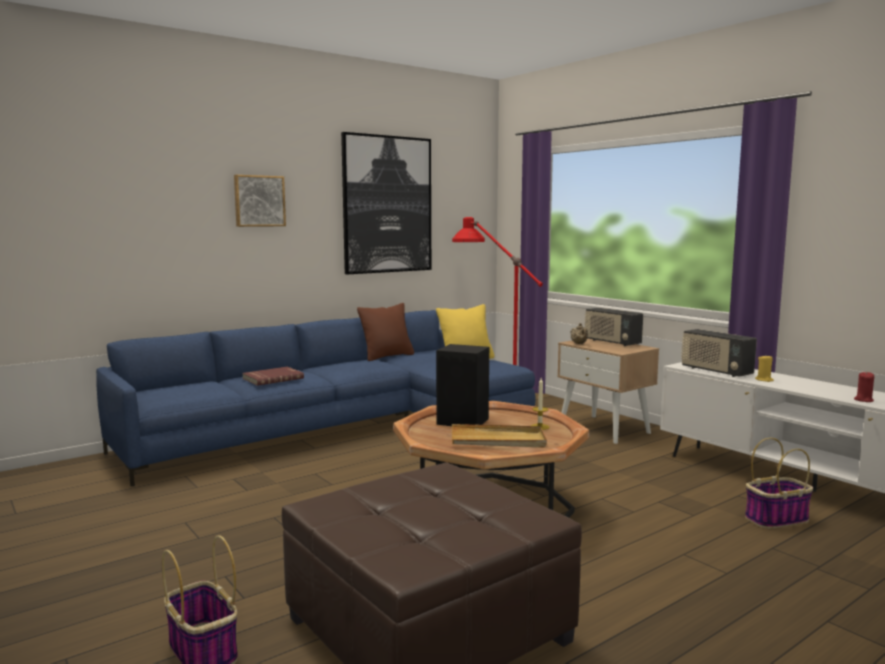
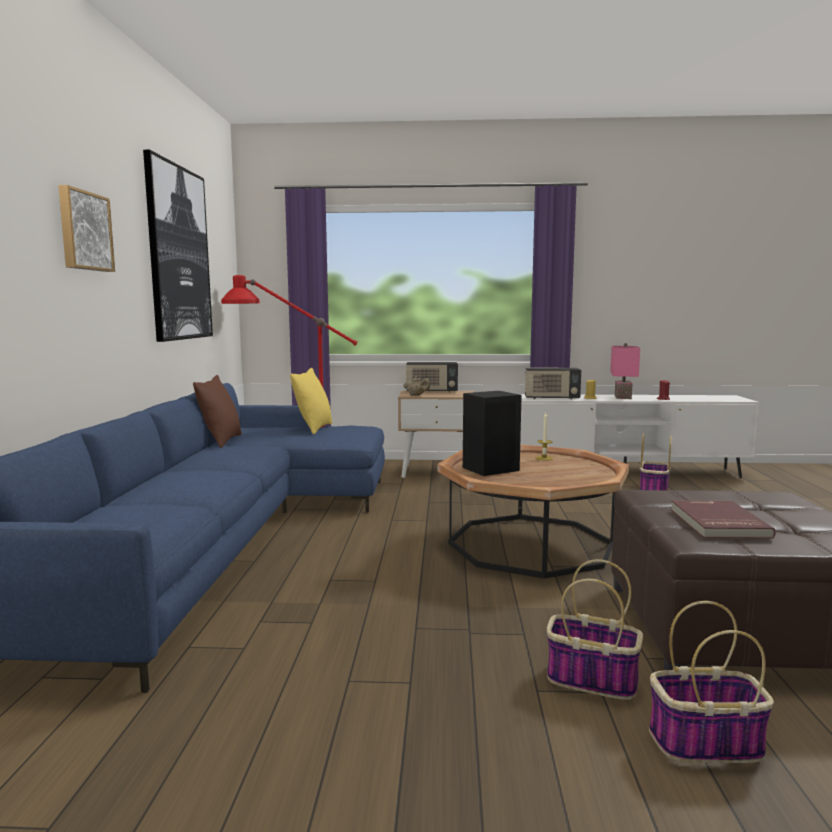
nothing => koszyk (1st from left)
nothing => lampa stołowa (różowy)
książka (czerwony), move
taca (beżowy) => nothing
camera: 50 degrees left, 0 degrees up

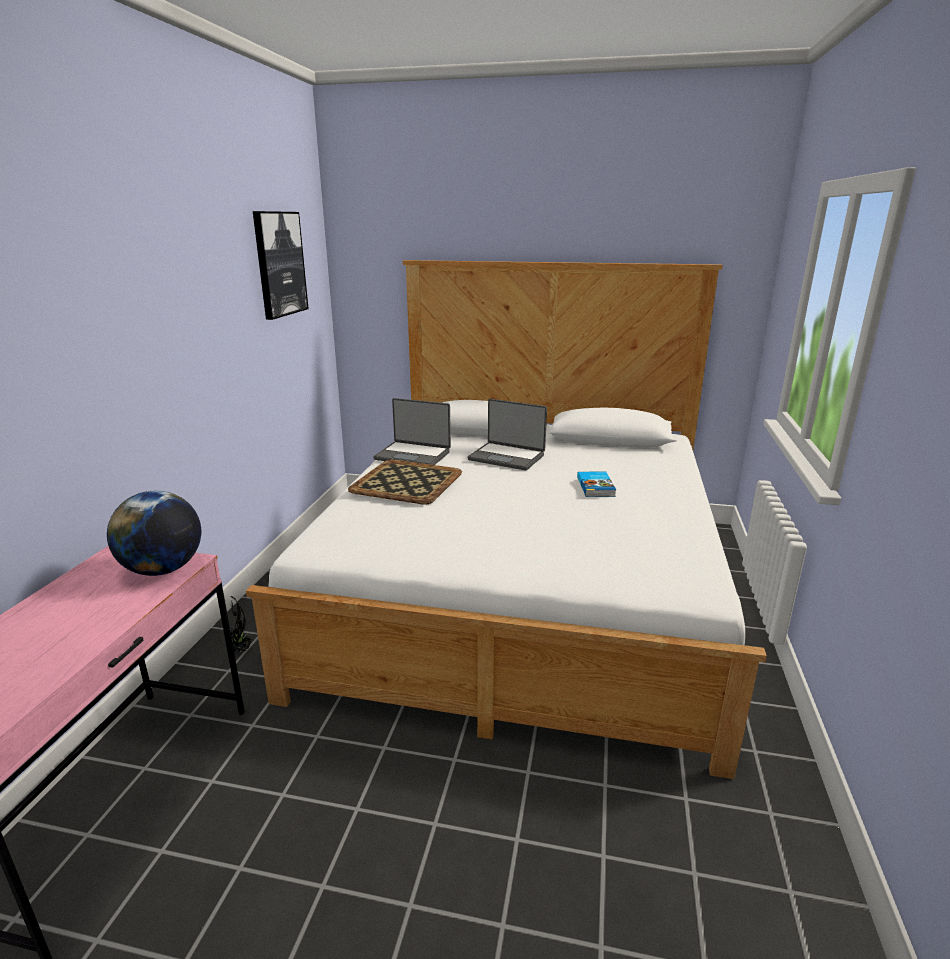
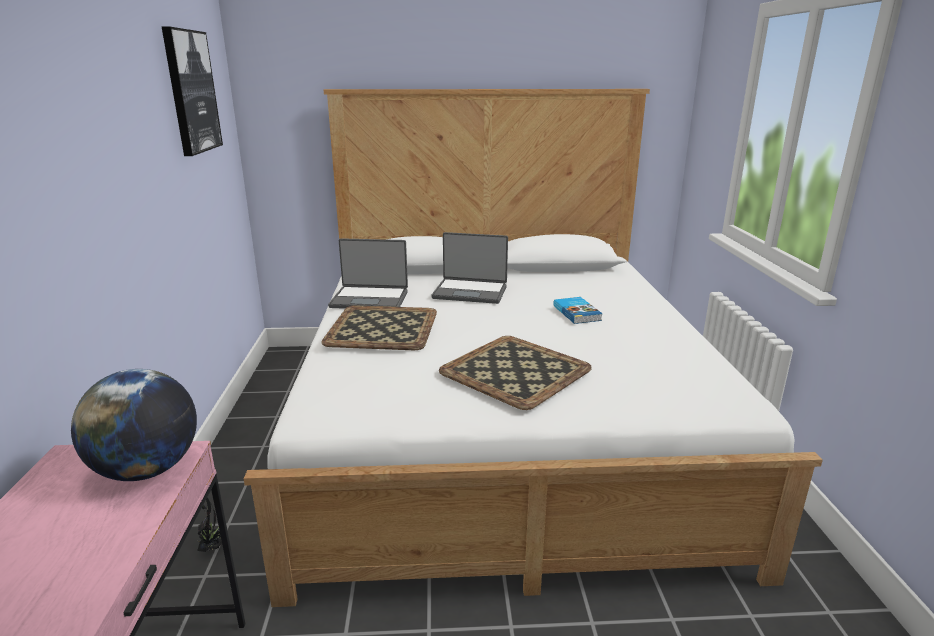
nothing => taca (2nd from left)
camera: 15 degrees left, 0 degrees up

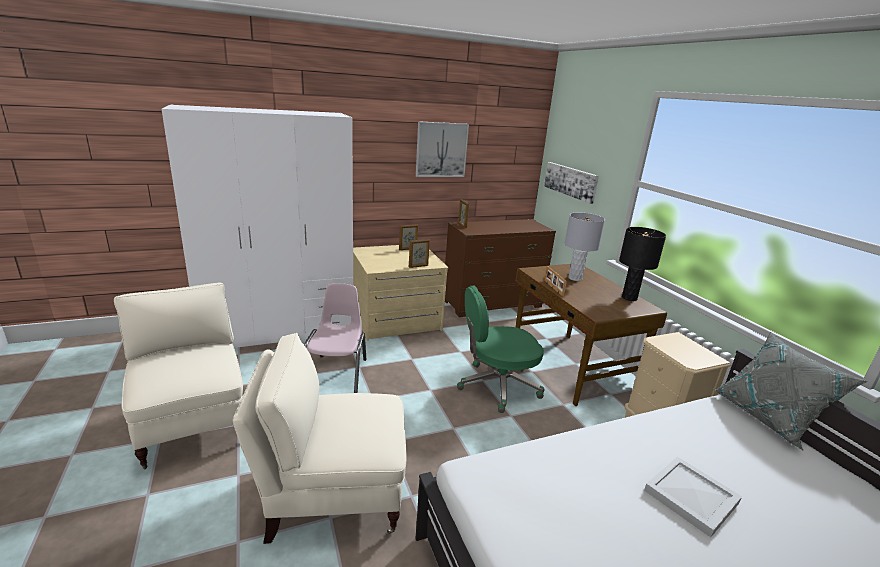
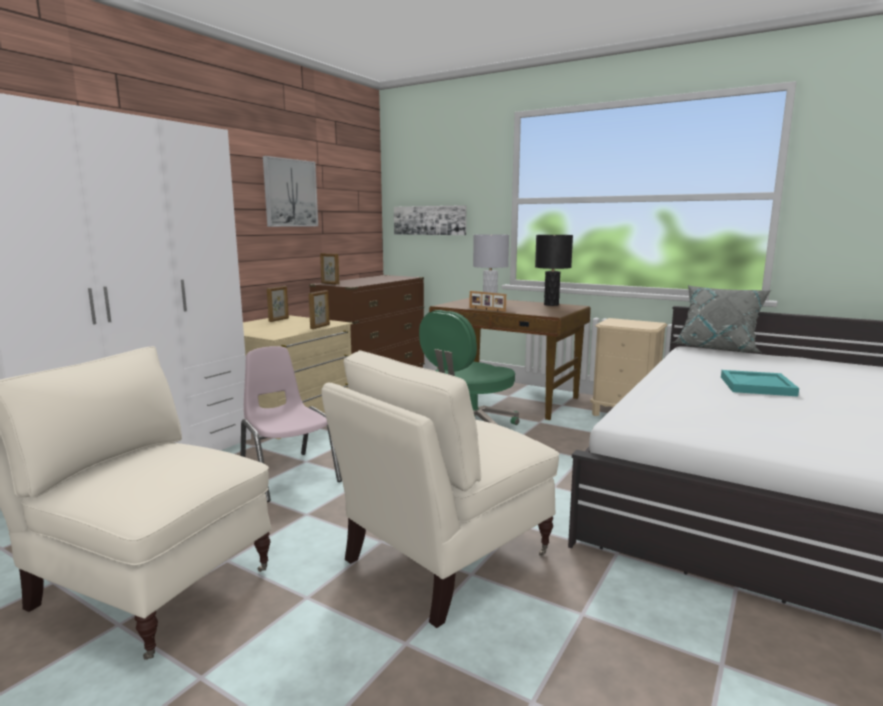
taca (biały) => taca (turkusowy)
camera: 35 degrees left, 10 degrees down

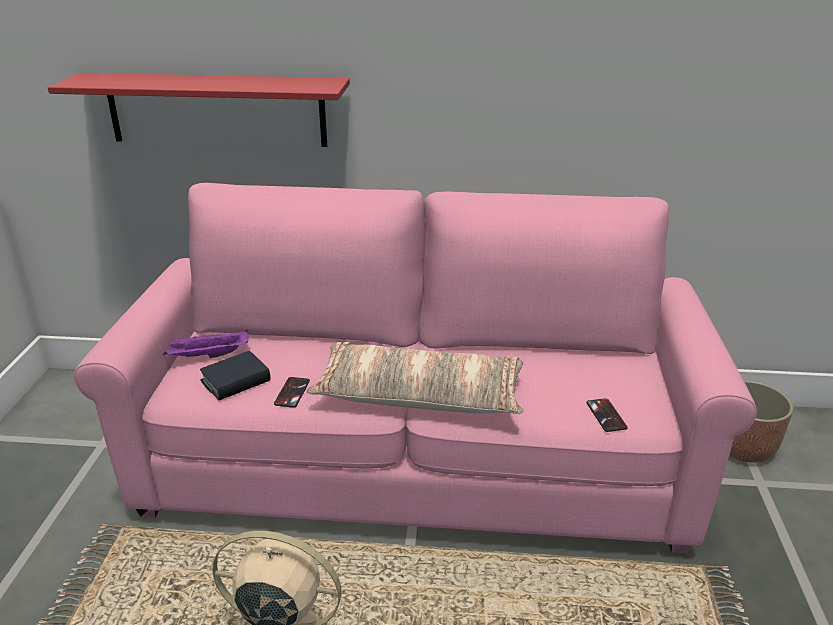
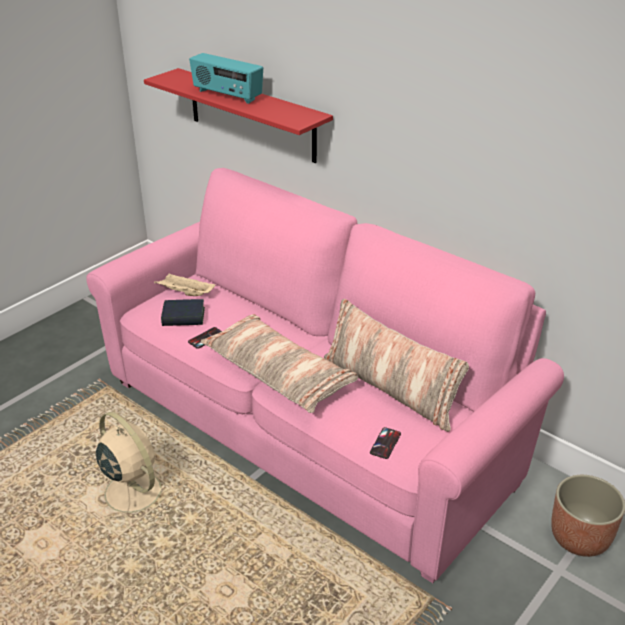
taca (fioletowy) => taca (beżowy)
nothing => radio
nothing => poduszka (2nd from left)
camera: 35 degrees right, 5 degrees up

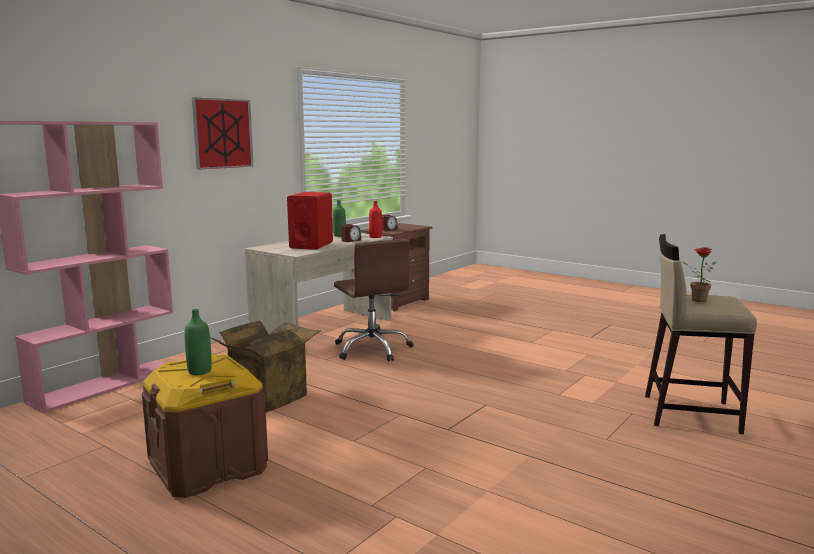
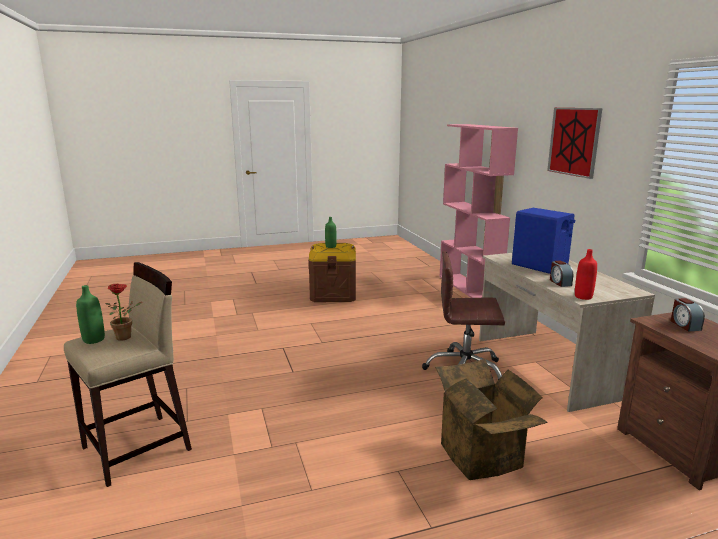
butelka (zielony) (2nd from left in the first image) => butelka (zielony) (1st from left), move
karton, move
głośnik (czerwony) => głośnik (niebieski)
camera: 125 degrees right, 5 degrees up

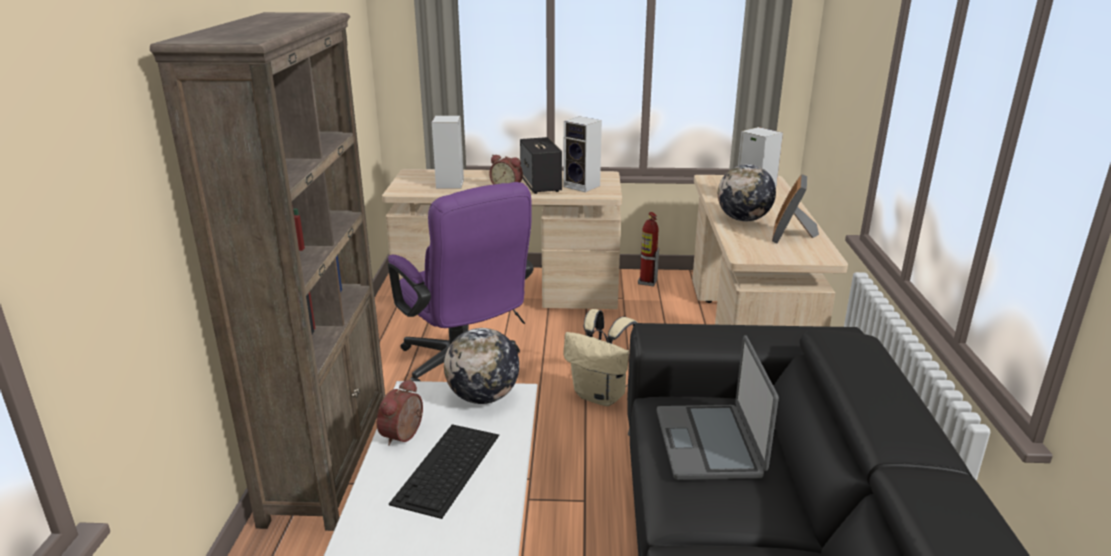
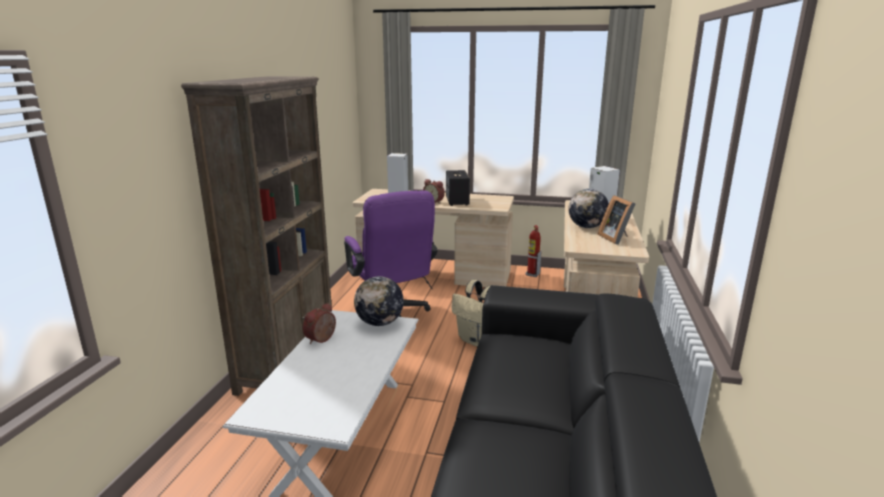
ramka na zdjęcie, 45 degrees counterclockwise
klawiatura => nothing
głośnik (3rd from left) => nothing
laptop => nothing
camera: 10 degrees right, 5 degrees down

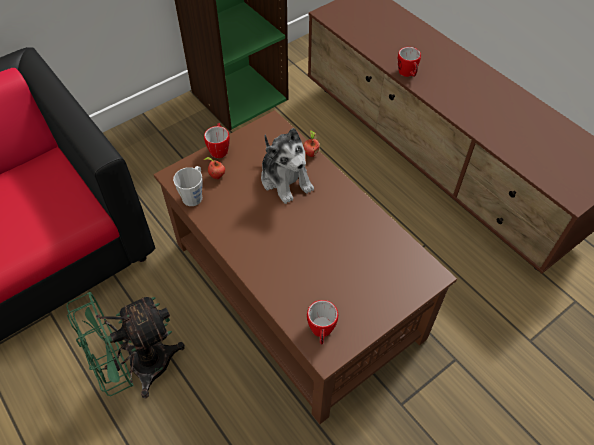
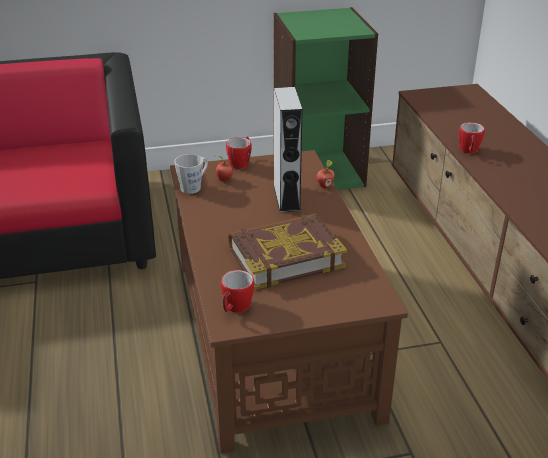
nothing => książka
pluszak => głośnik (szary)
wentylator (zielony) => nothing
camera: 25 degrees right, 20 degrees down

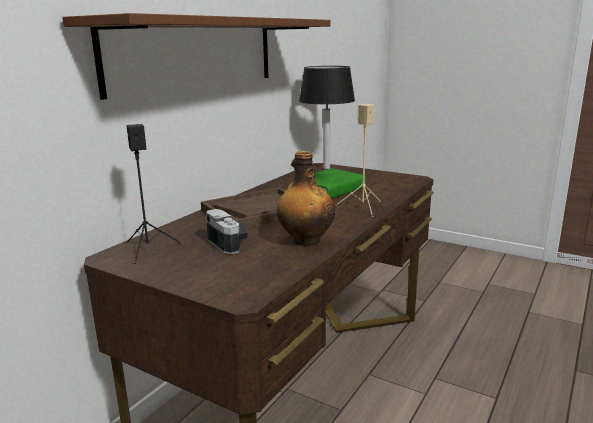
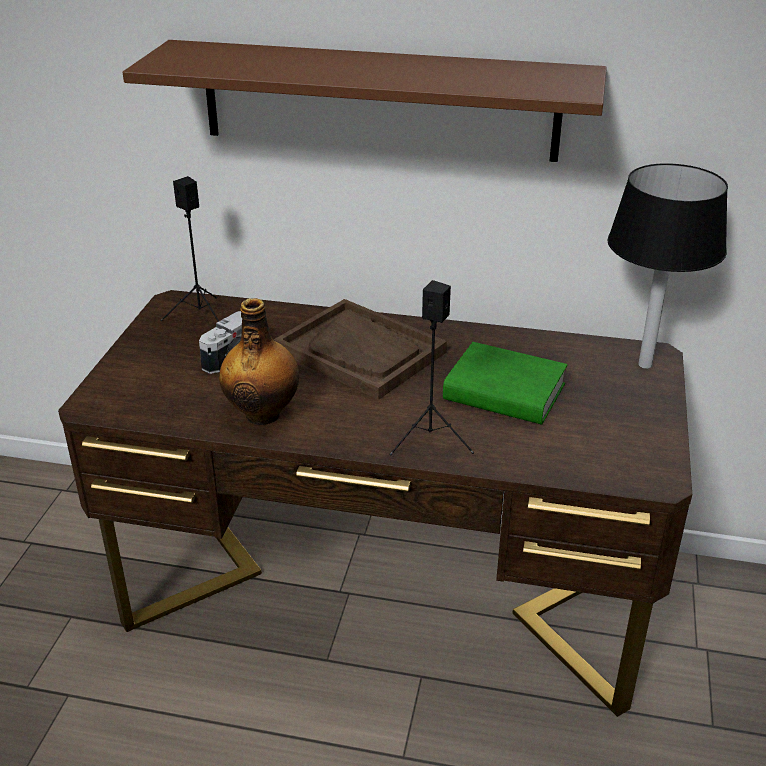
głośnik (beżowy) => głośnik (czarny) (2nd from left)
camera: 70 degrees right, 15 degrees up

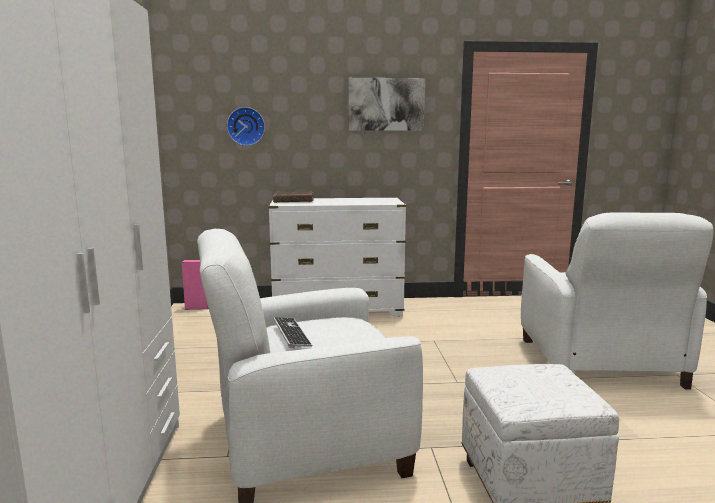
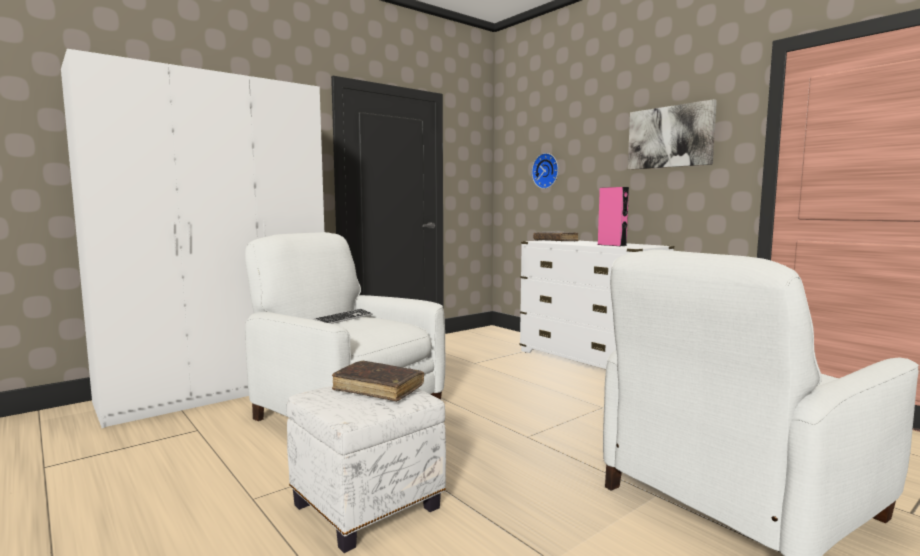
nothing => książka (brązowy) (1st from left)
głośnik (różowy), move
camera: 55 degrees right, 5 degrees down

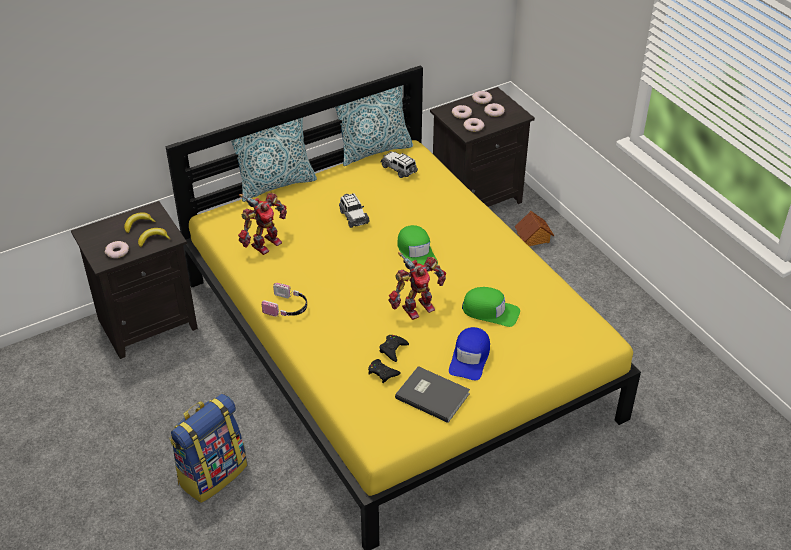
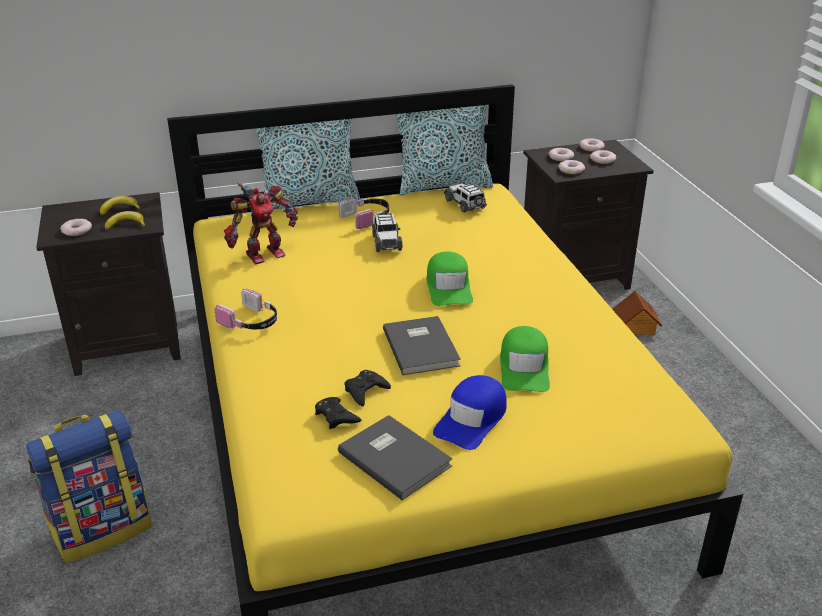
nothing => słuchawki (2nd from left)
robot zabawkowy (2nd from left) => książka (szary) (2nd from left)
czapka z daszkiem (zielony) (2nd from left), 60 degrees clockwise
camera: 15 degrees right, 10 degrees down

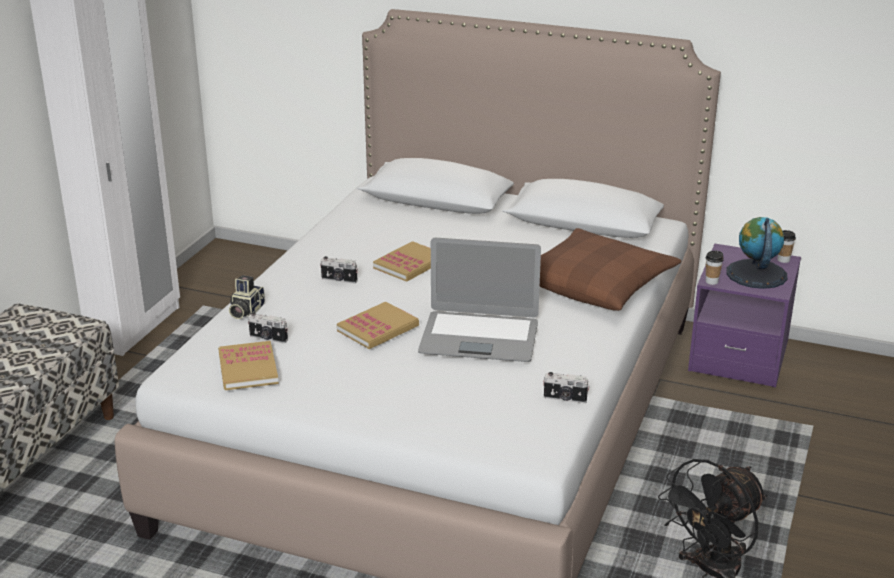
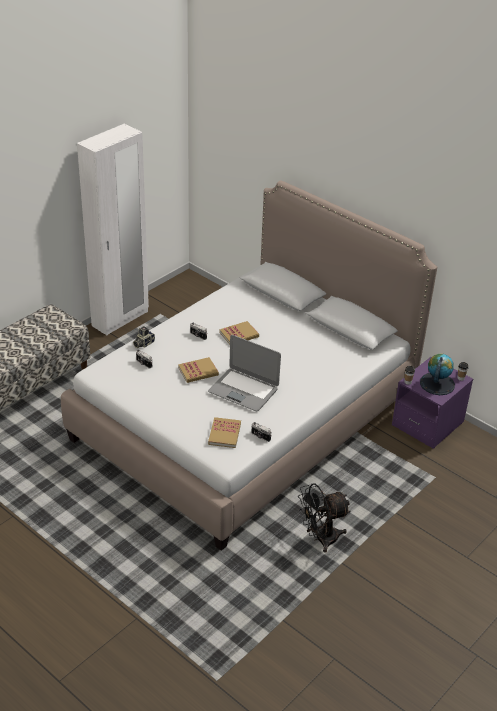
książka (1st from left in the first image) => książka (2nd from left), move
poduszka (brązowy) => nothing
camera: 20 degrees right, 10 degrees up

